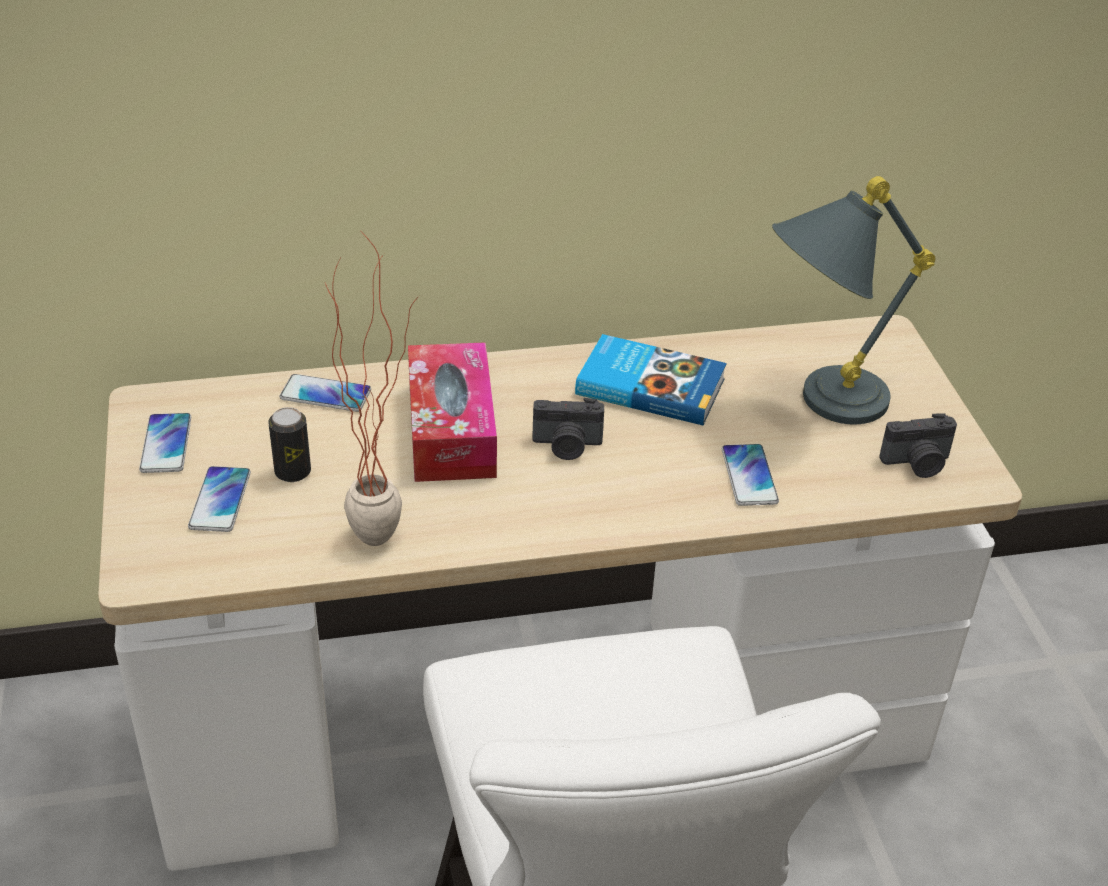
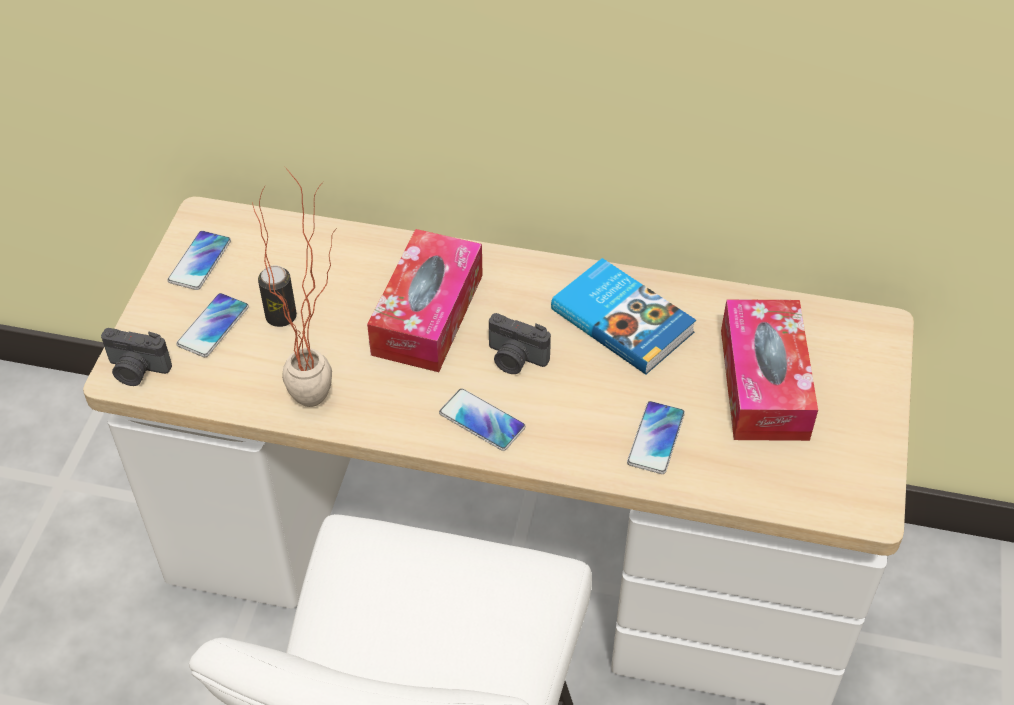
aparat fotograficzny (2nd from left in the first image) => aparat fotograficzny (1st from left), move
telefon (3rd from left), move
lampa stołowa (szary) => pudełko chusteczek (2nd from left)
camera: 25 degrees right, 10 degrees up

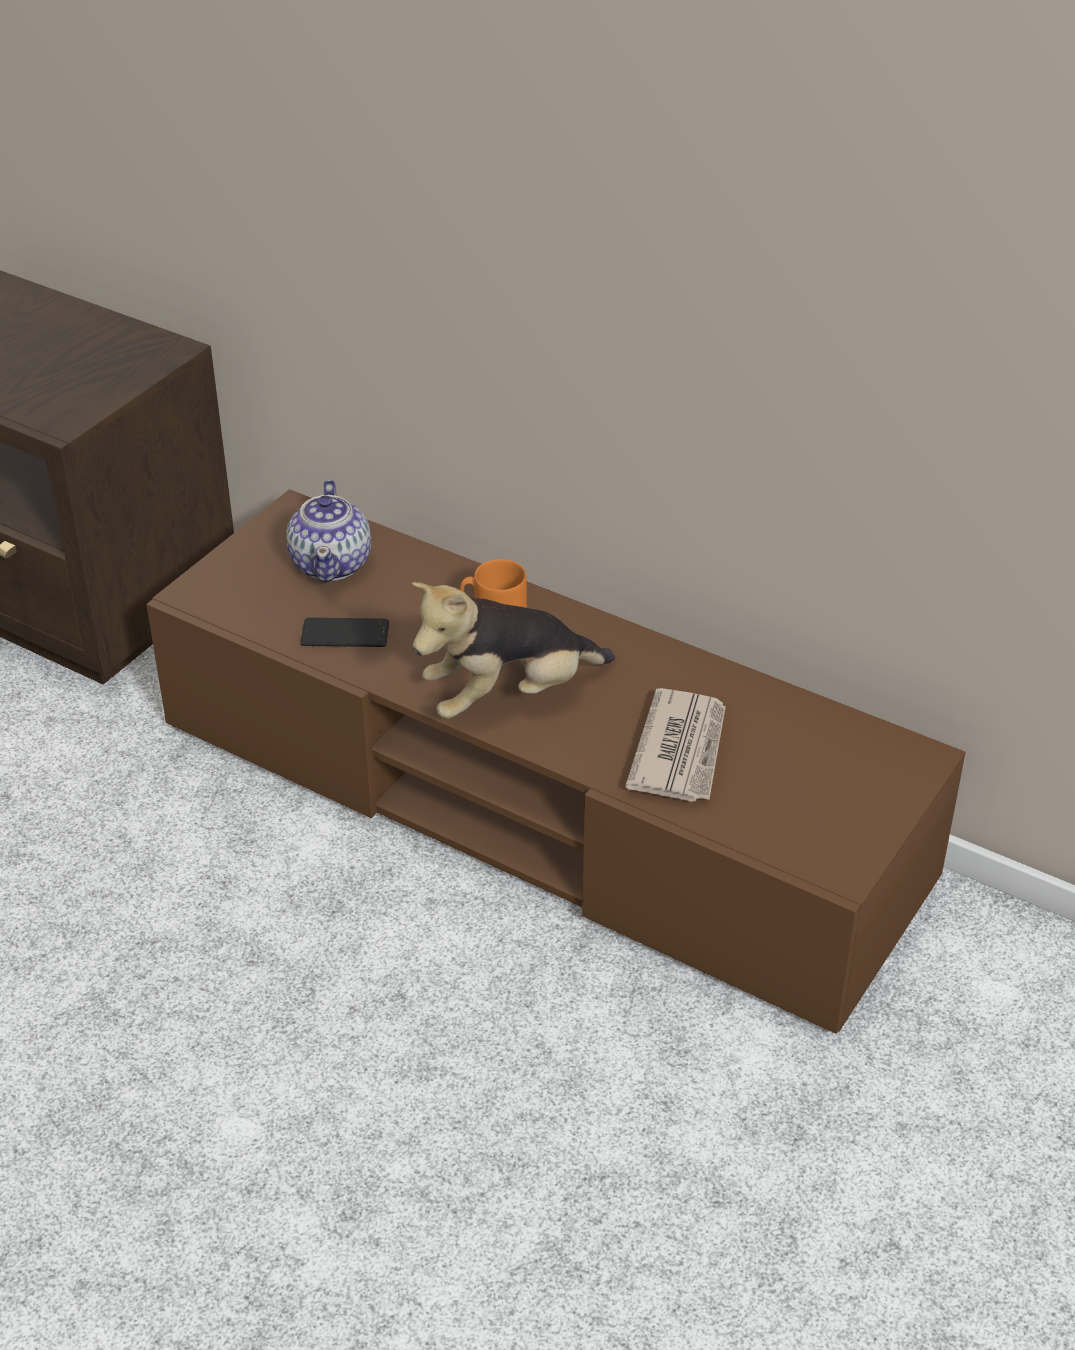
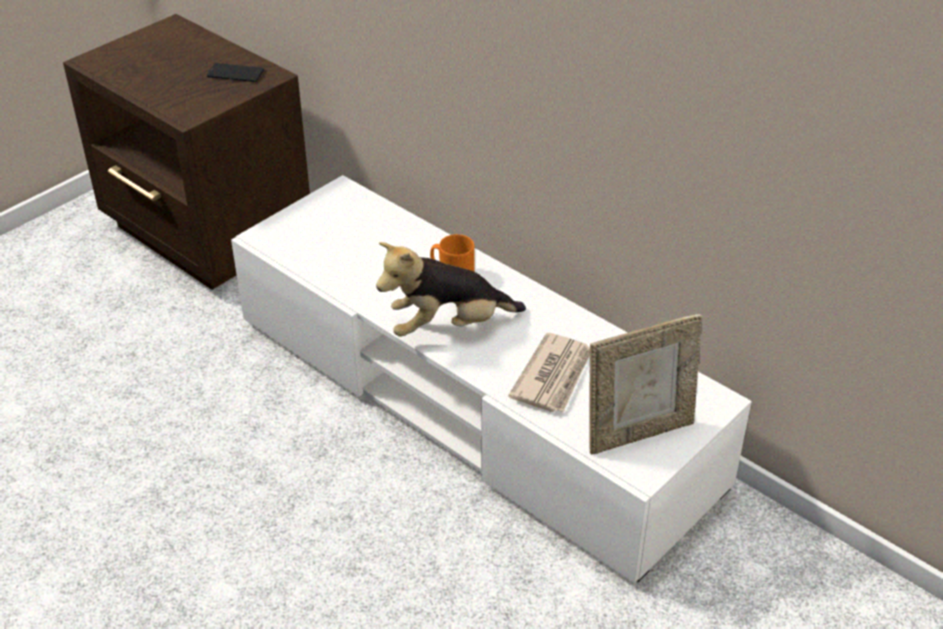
telefon, move
szafka pod telewizor (brązowy) => szafka pod telewizor (biały)
nothing => ramka na zdjęcie
imbryk => nothing
camera: 10 degrees right, 0 degrees up

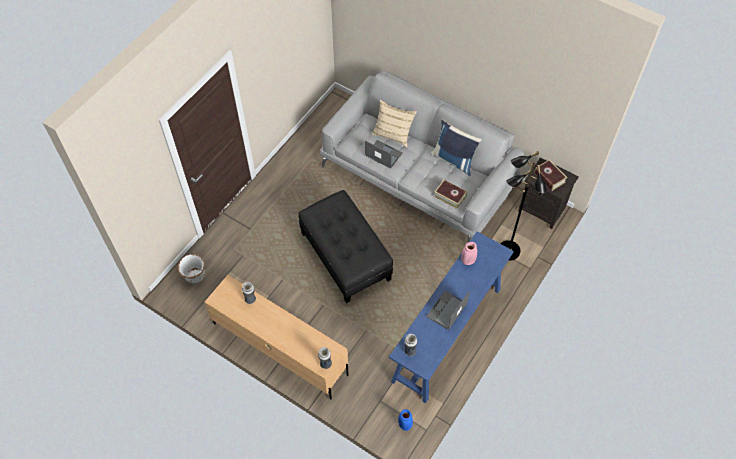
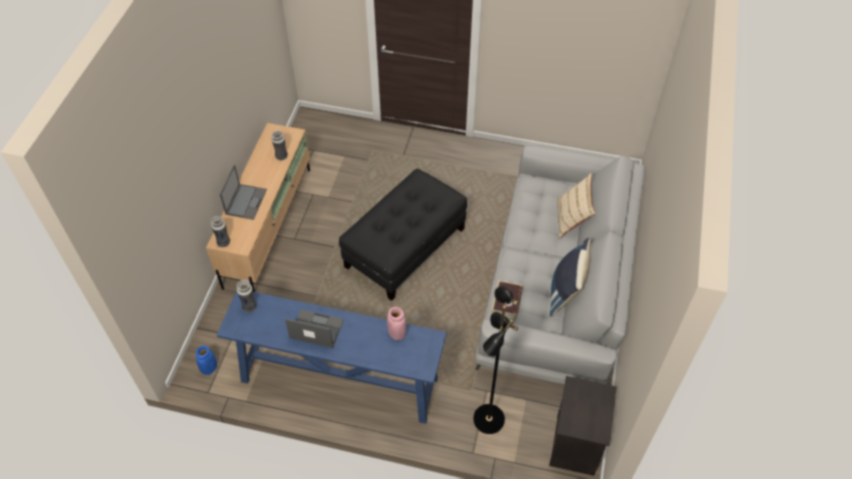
laptop (1st from left), move
donica (biały) => nothing
książka (2nd from left) => nothing
camera: 70 degrees right, 5 degrees down

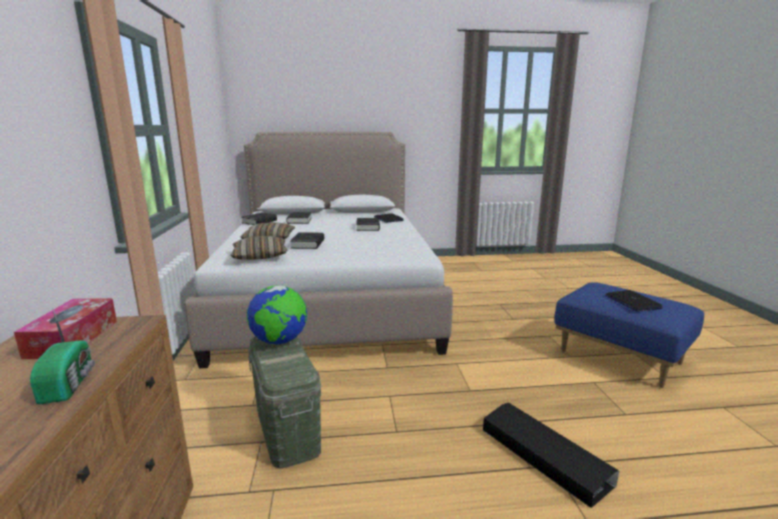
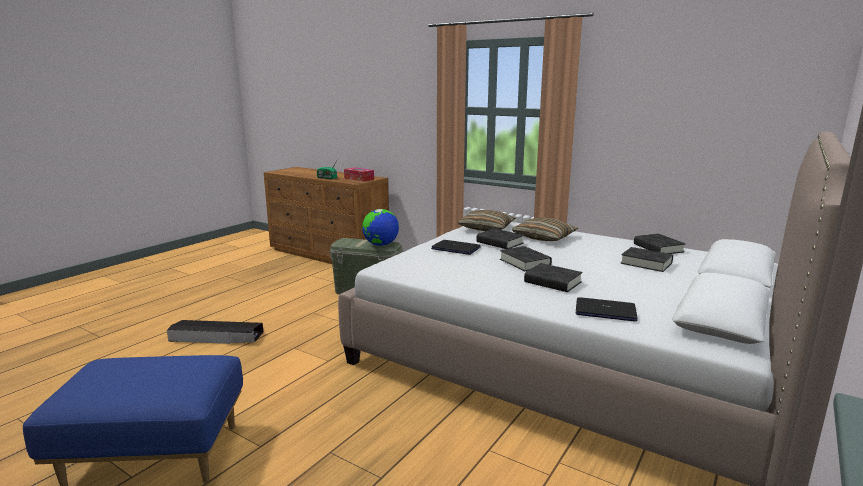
laptop (2nd from left in the first image) => laptop (1st from left), move
nothing => książka (czarny) (2nd from left)
camera: 130 degrees right, 0 degrees up

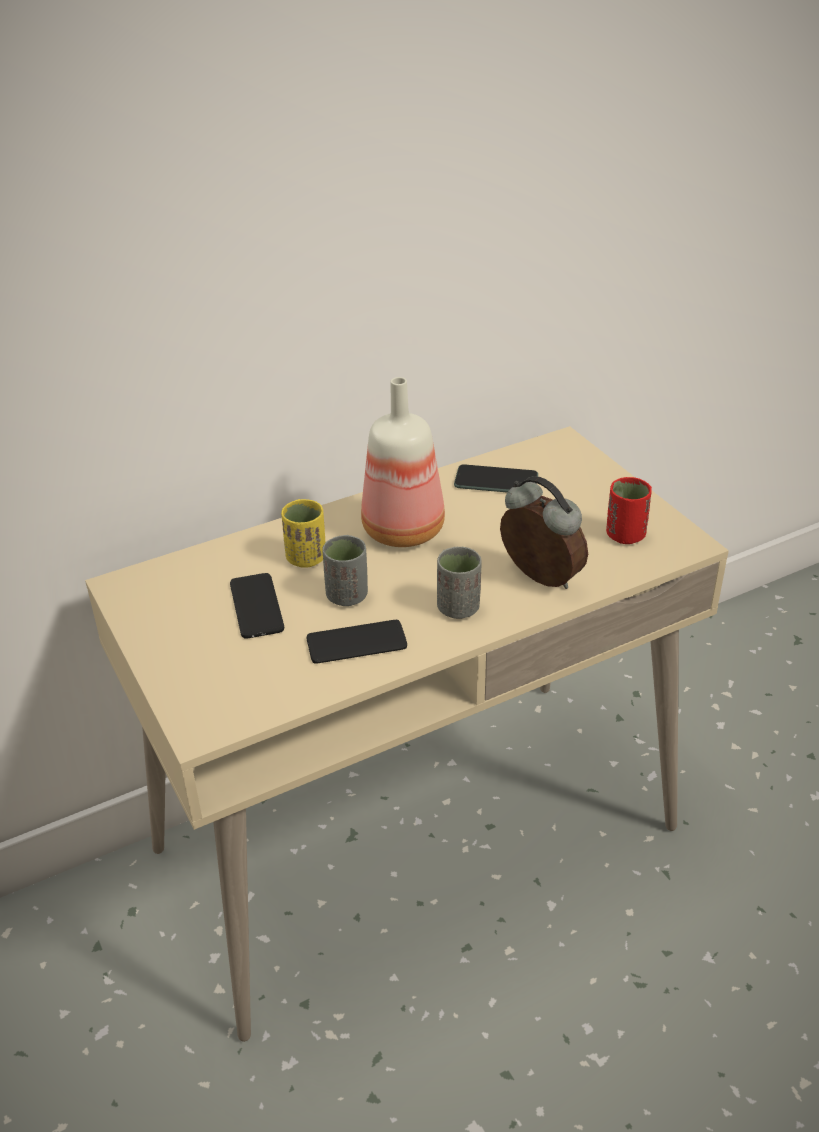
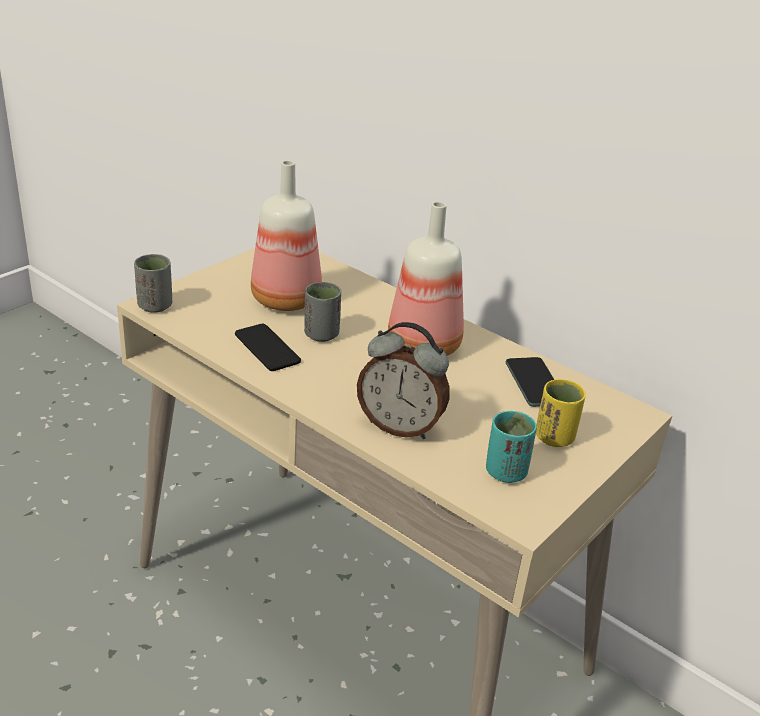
filiżanka (szary) (2nd from left in the first image) => filiżanka (szary) (1st from left), move
telefon (1st from left) => butelka (1st from left)
budzik, 90 degrees clockwise
filiżanka (czerwony) => filiżanka (turkusowy)
filiżanka (żółty), move
camera: 65 degrees right, 5 degrees down

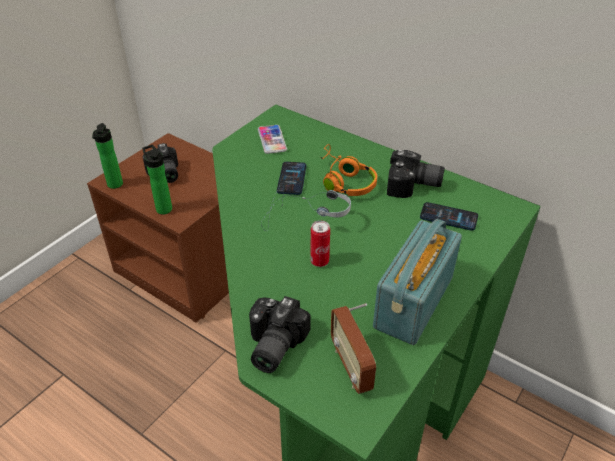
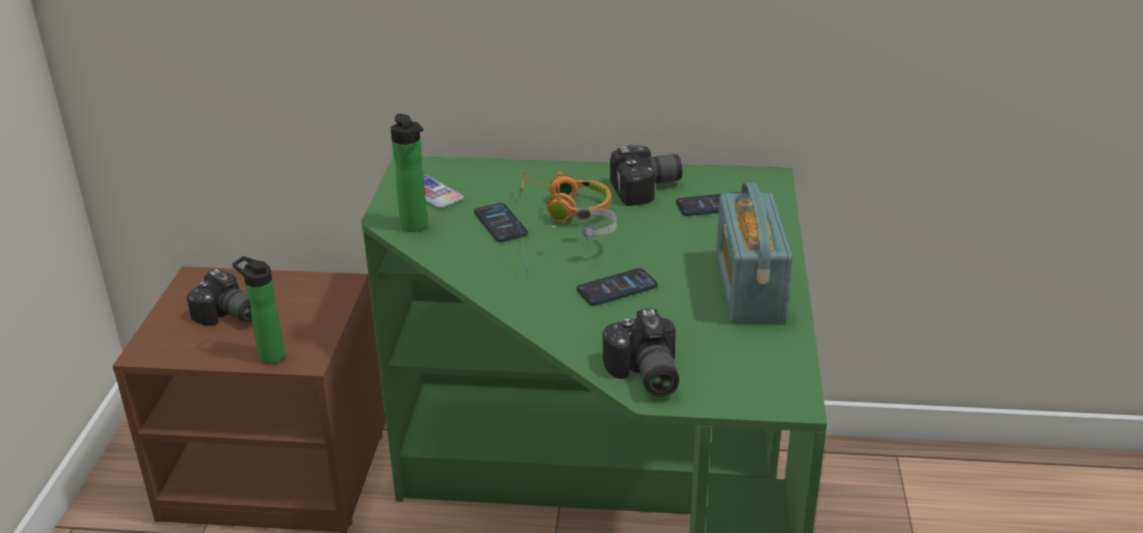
butelka (1st from left in the first image) => butelka (2nd from left), move
puszka => telefon (3rd from left)
radio (1st from left) => nothing
camera: 30 degrees left, 10 degrees down

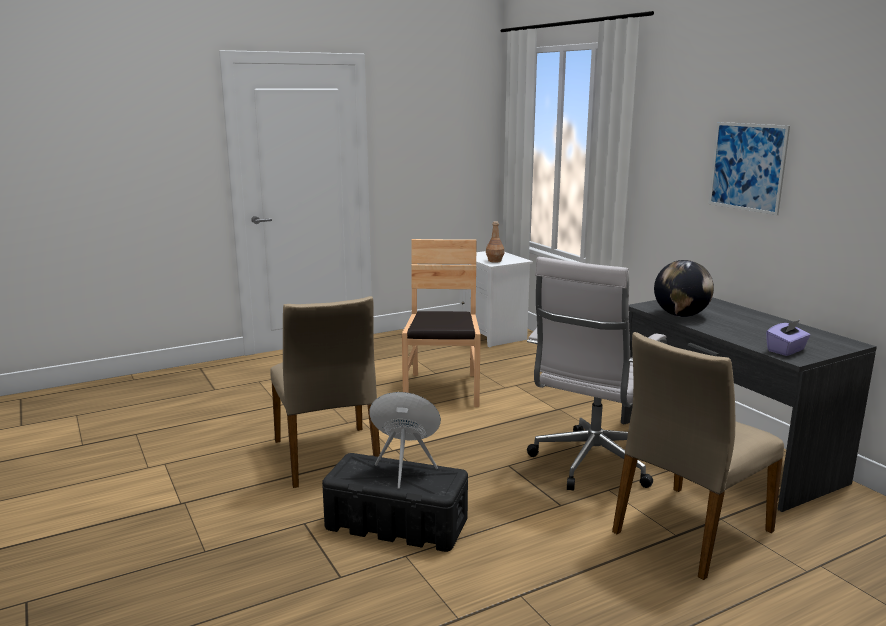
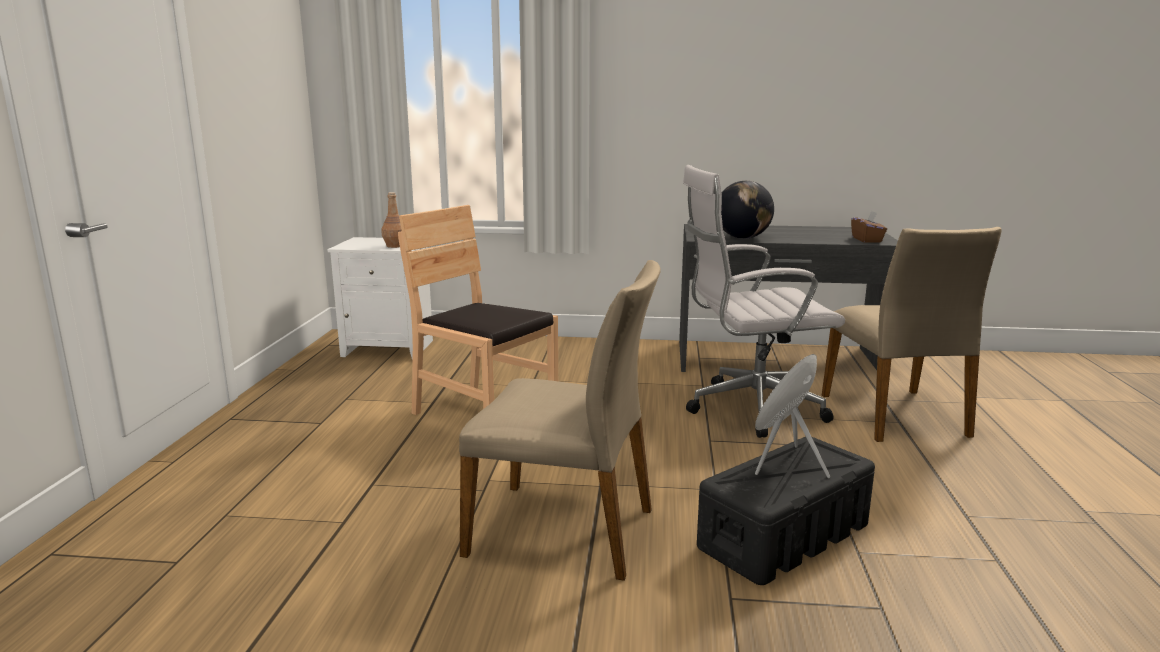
krzesło biurowe (biały), 105 degrees clockwise
pudełko chusteczek (fioletowy) => pudełko chusteczek (brązowy)
obraz => nothing
camera: 55 degrees left, 0 degrees up

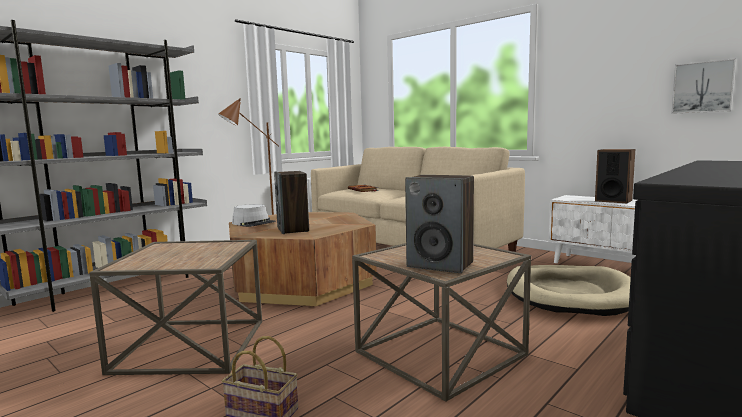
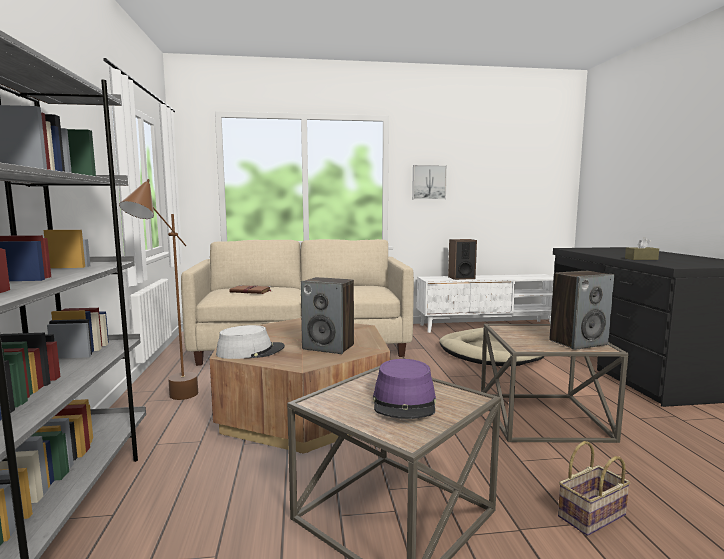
nothing => kapelusz (fioletowy)
obraz, move
nothing => pudełko chusteczek (brązowy)
camera: 50 degrees left, 0 degrees up

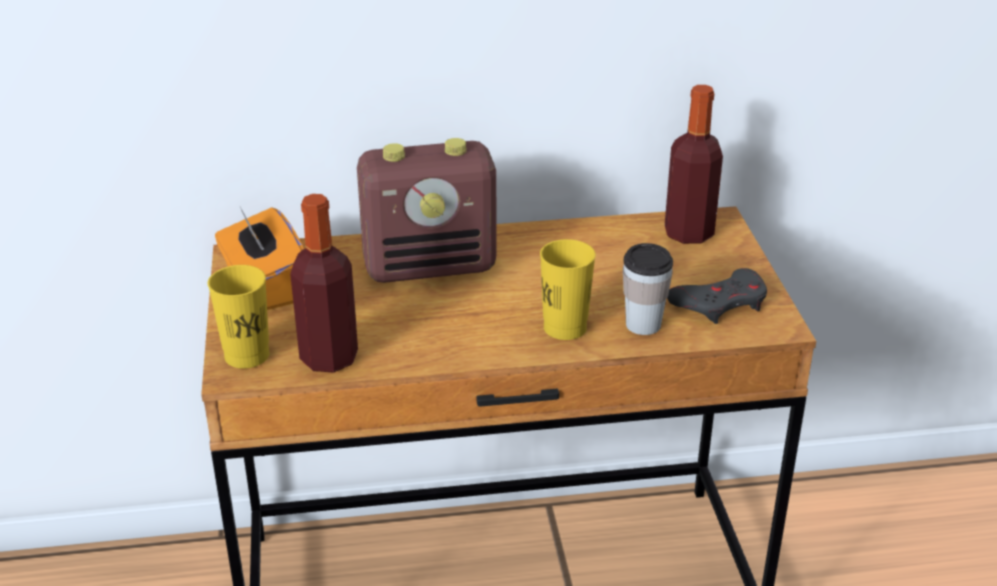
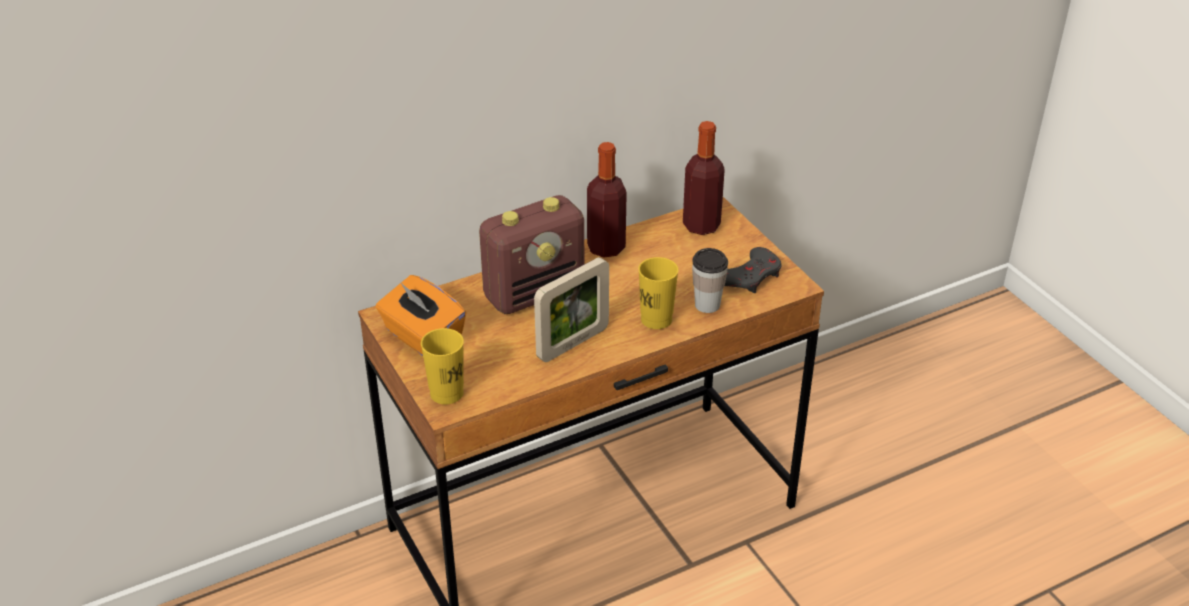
nothing => ramka na zdjęcie
butelka (1st from left), move
camera: 20 degrees left, 5 degrees up

